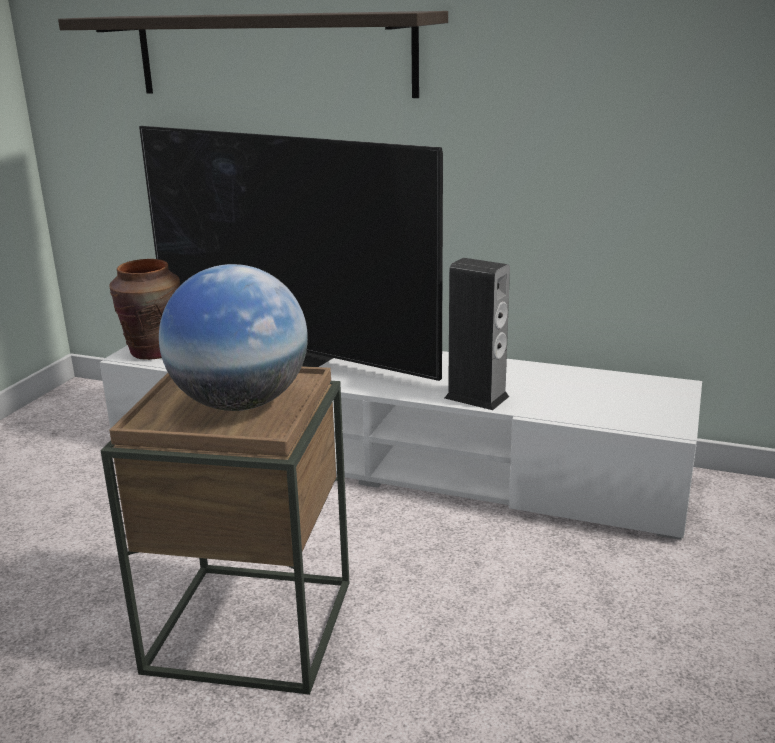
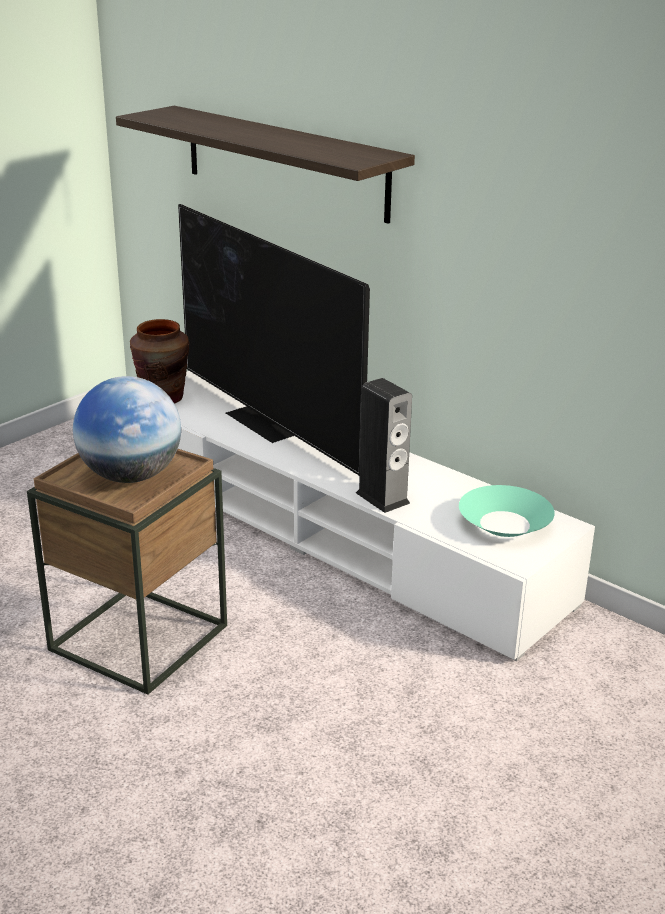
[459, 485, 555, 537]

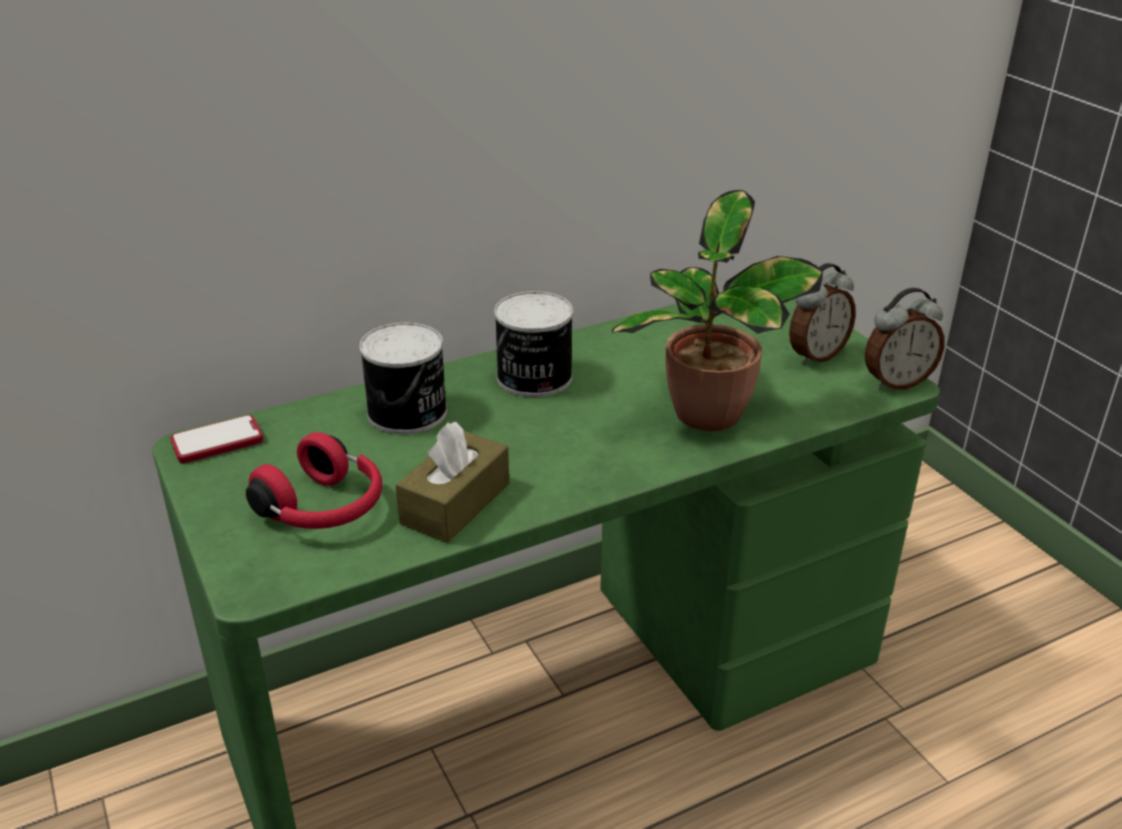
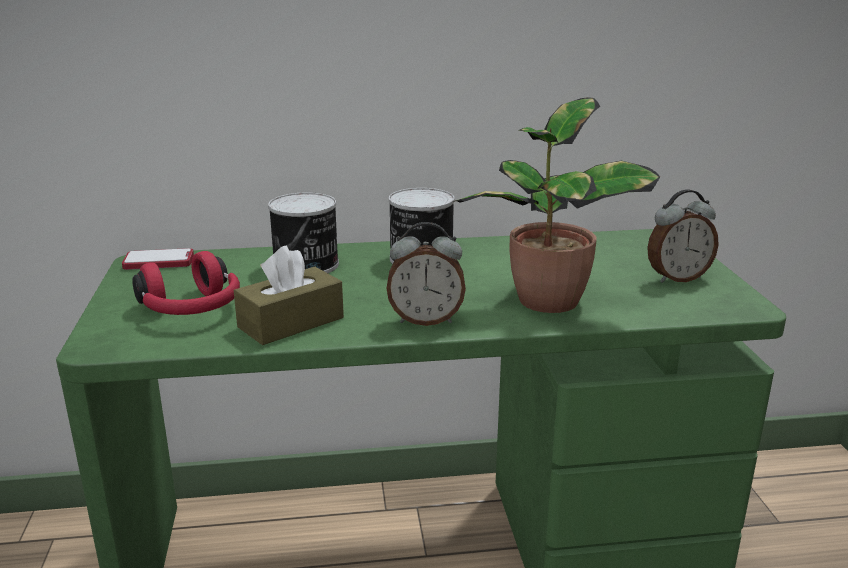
[387, 222, 466, 326]

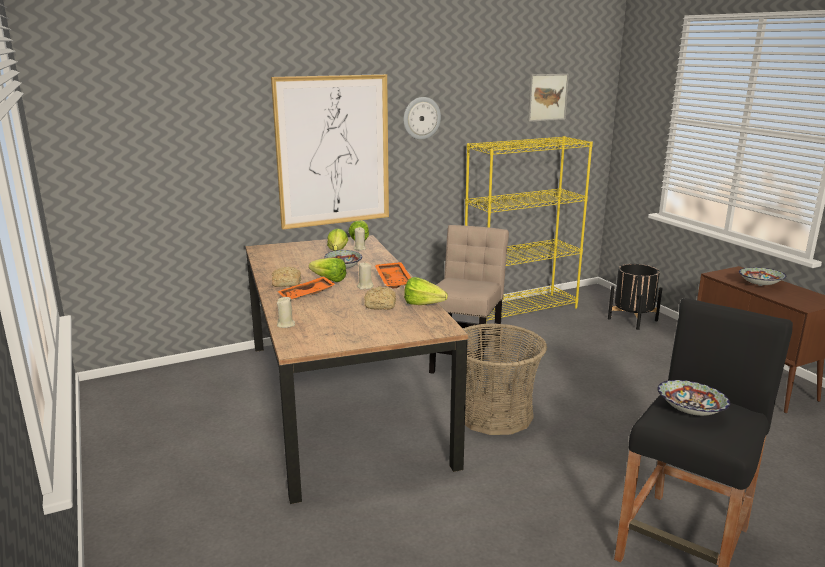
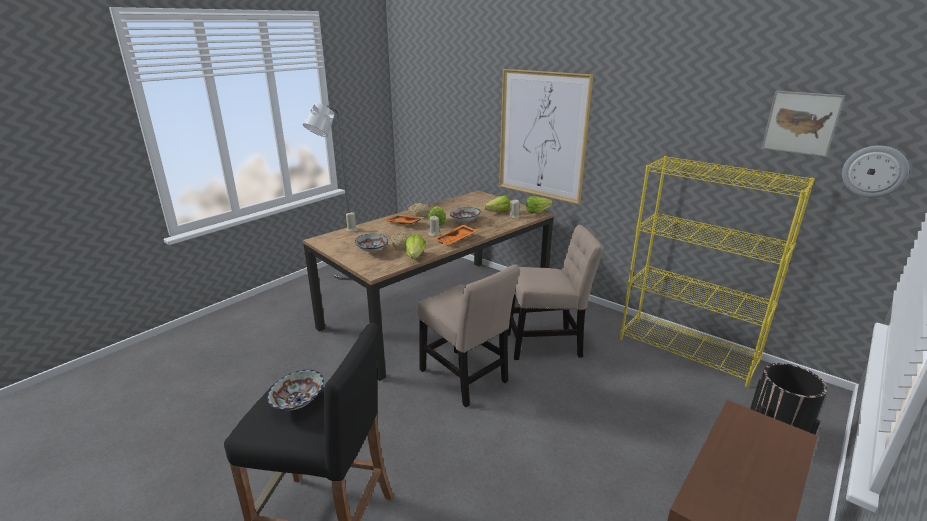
[842, 146, 909, 197]
[418, 264, 520, 408]
[355, 234, 388, 252]
[303, 103, 351, 280]

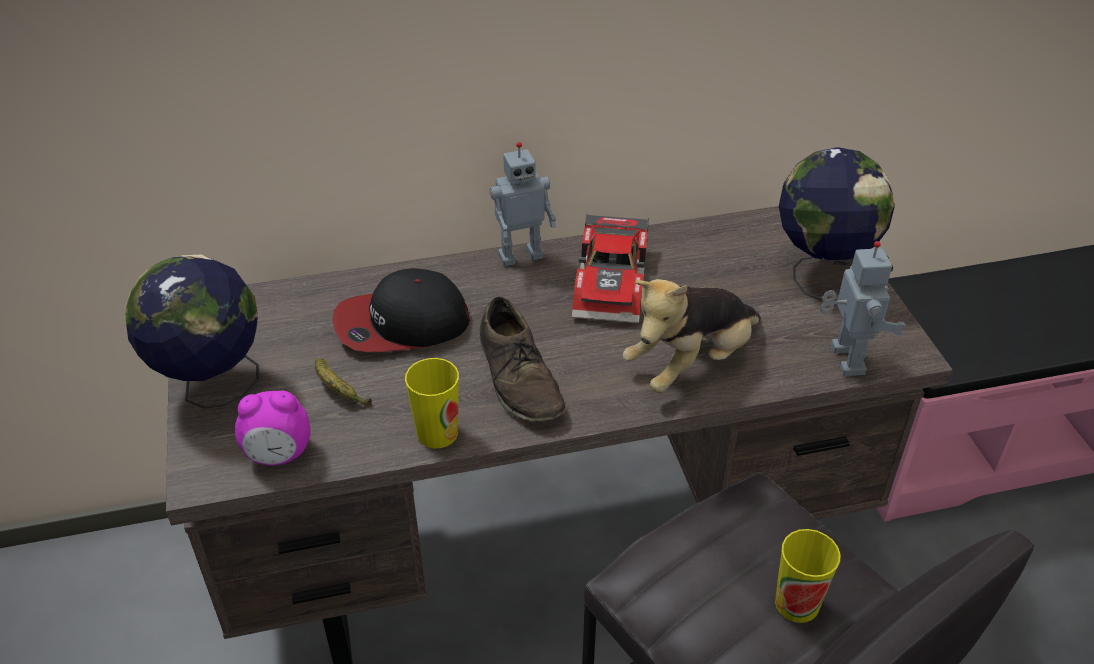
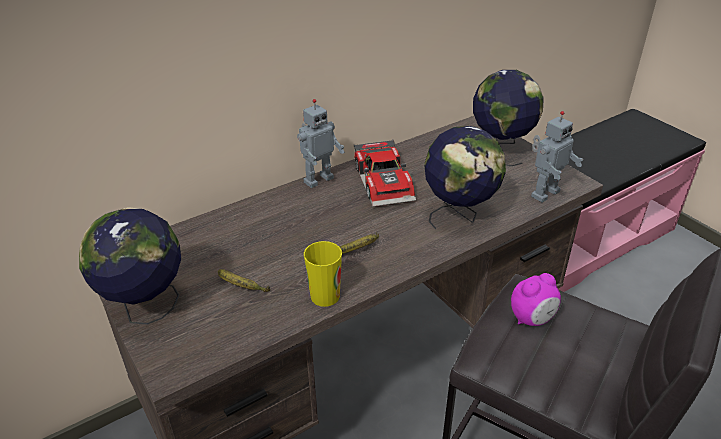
[511, 273, 561, 326]
[333, 268, 470, 352] (first image)
[340, 233, 379, 254]
[424, 126, 506, 229]
[775, 529, 841, 623] (first image)
[531, 111, 583, 202]

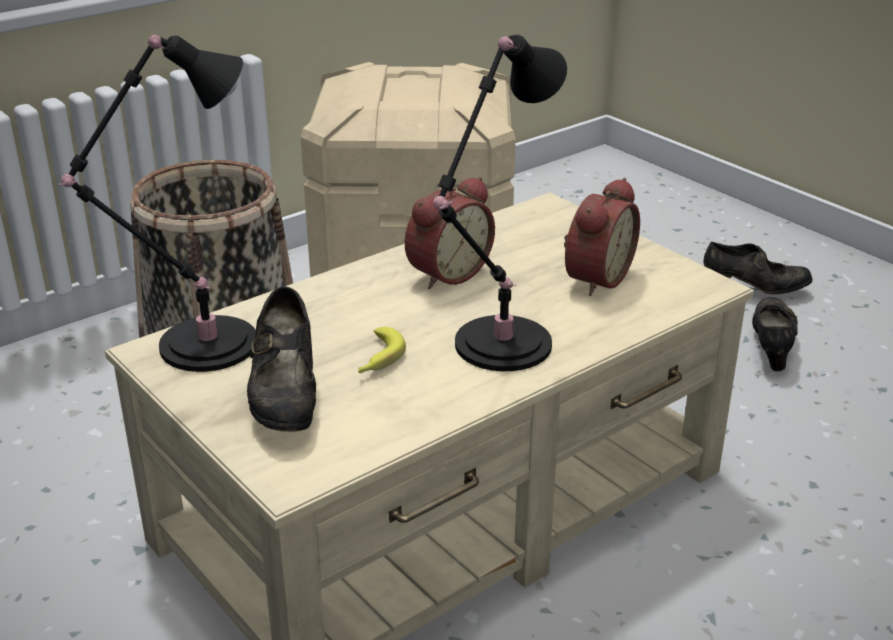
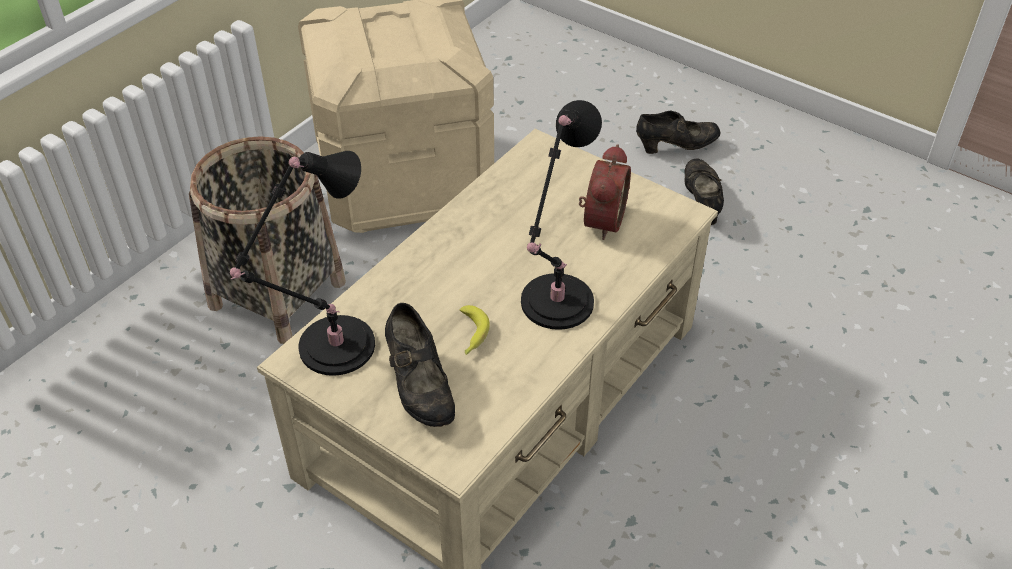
[405, 177, 495, 289] (first image)

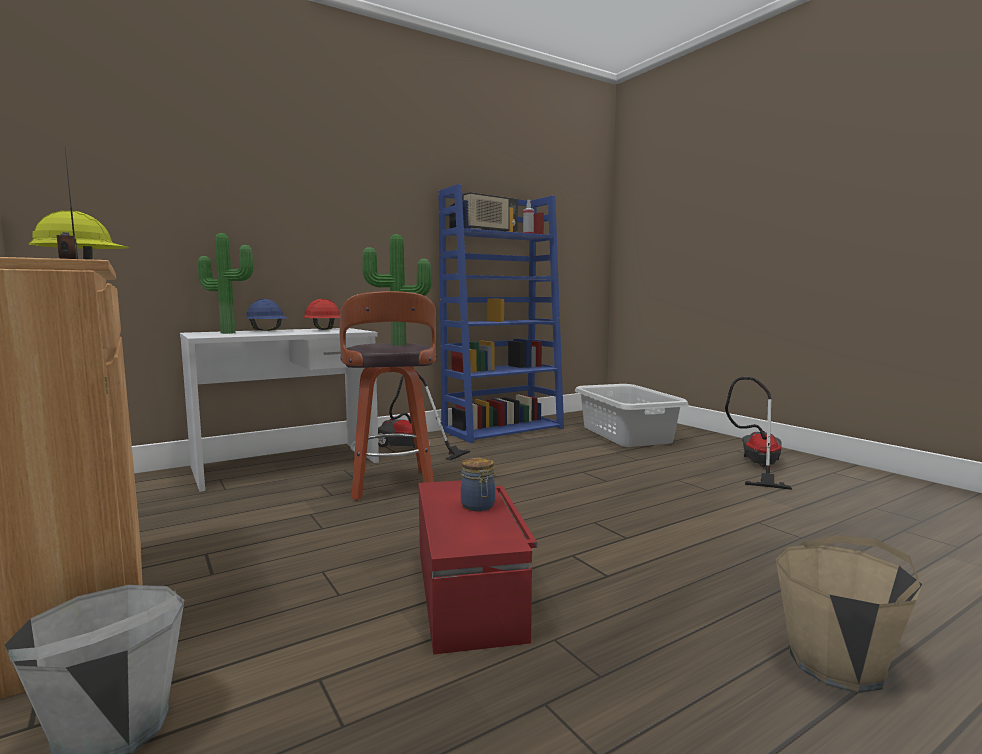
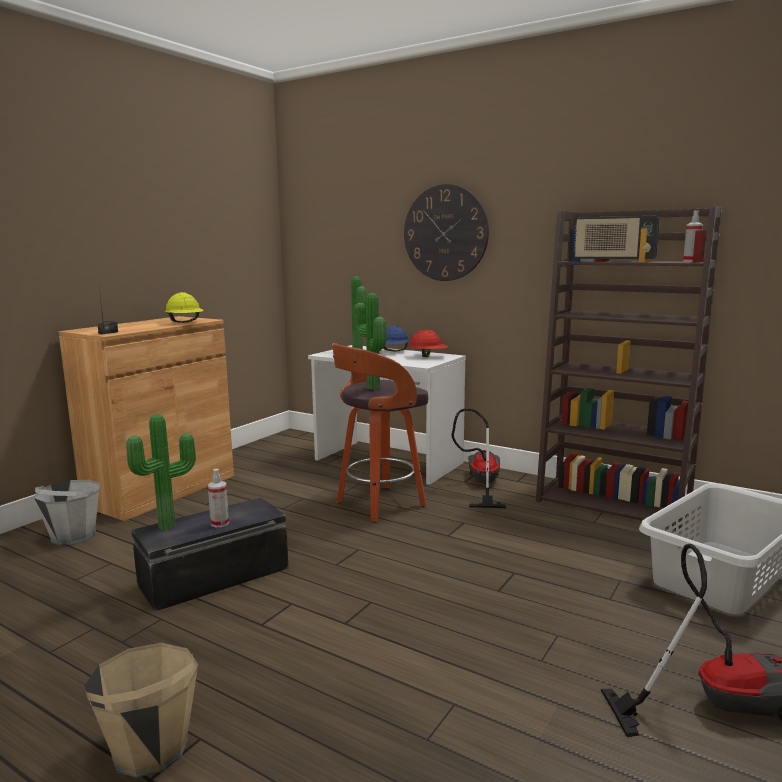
[131, 497, 288, 612]
[536, 206, 722, 531]
[208, 468, 229, 527]
[126, 414, 196, 530]
[404, 184, 489, 281]

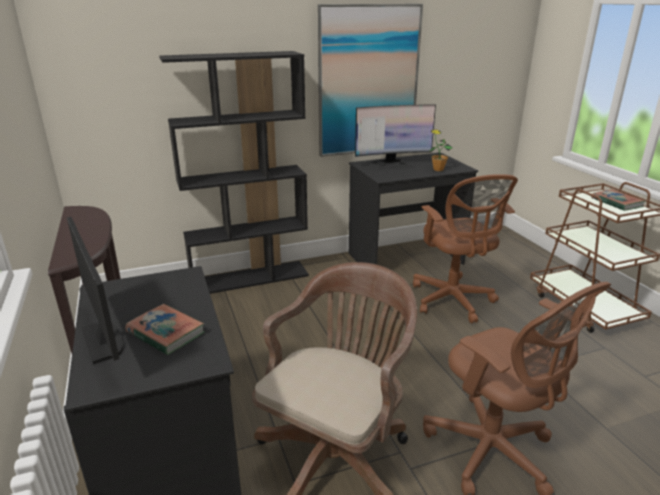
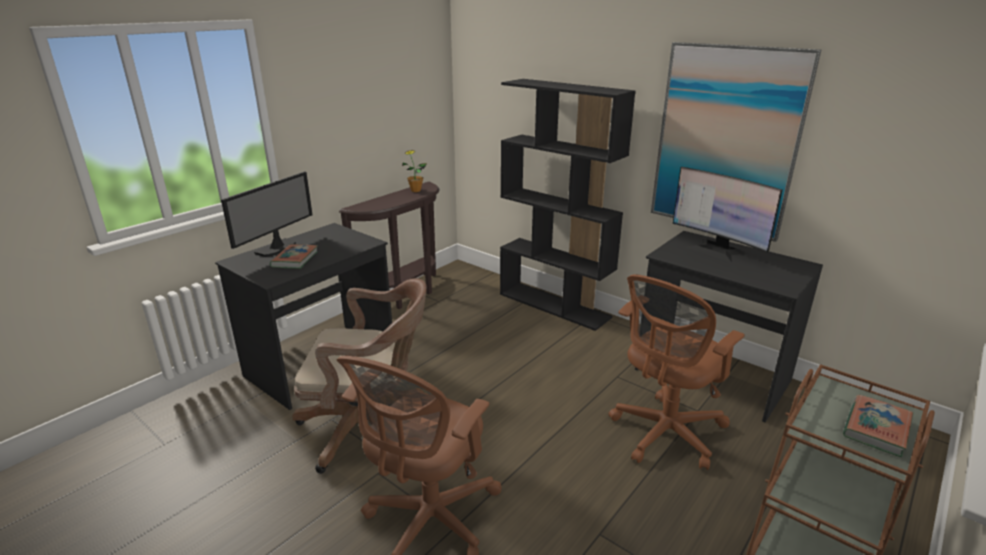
[402, 150, 427, 192]

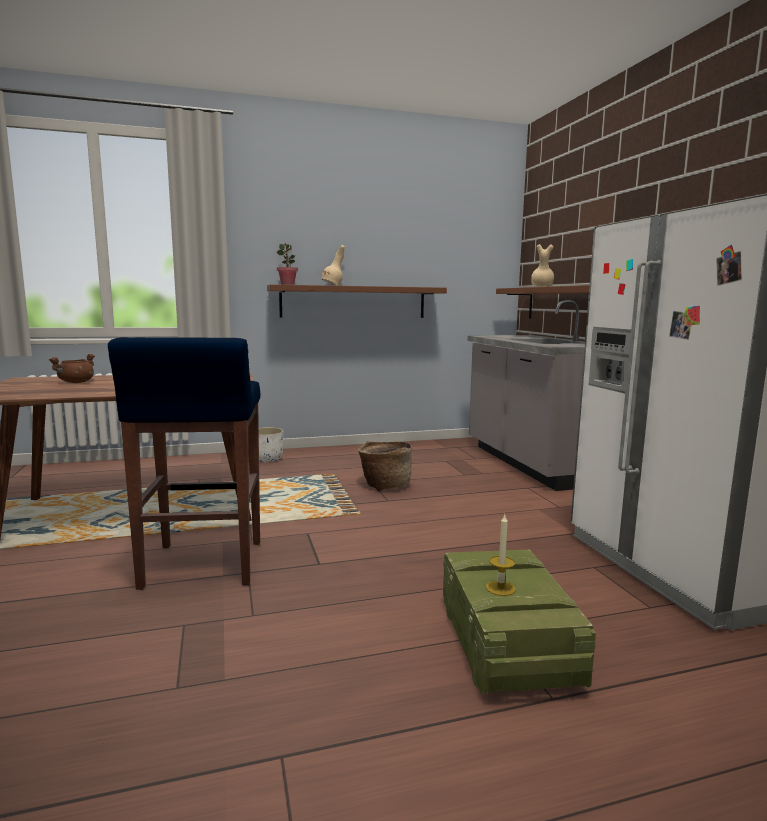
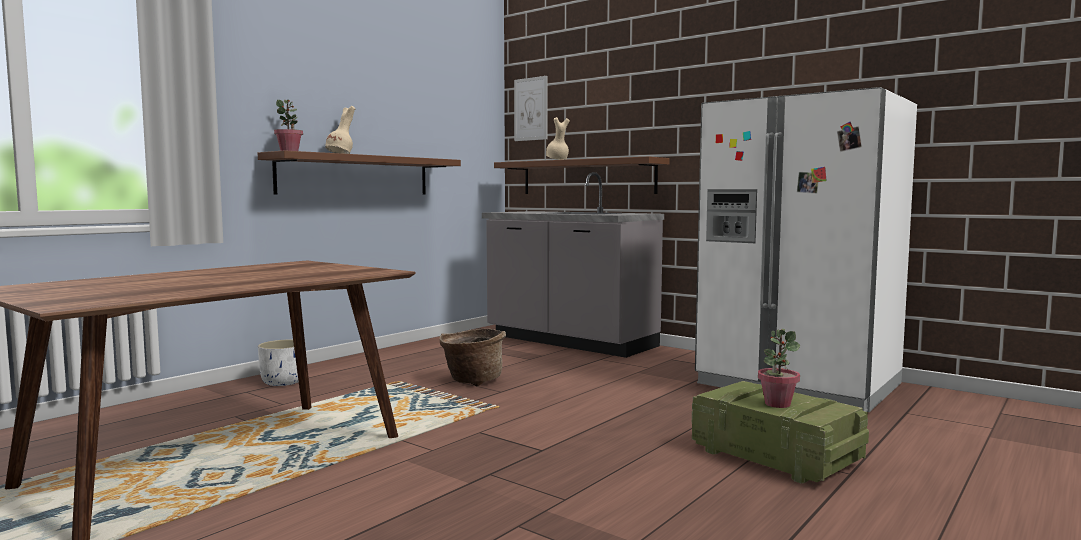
[49, 354, 95, 383] (first image)
[108, 337, 260, 590] (first image)
[758, 329, 800, 408]
[514, 76, 547, 141]

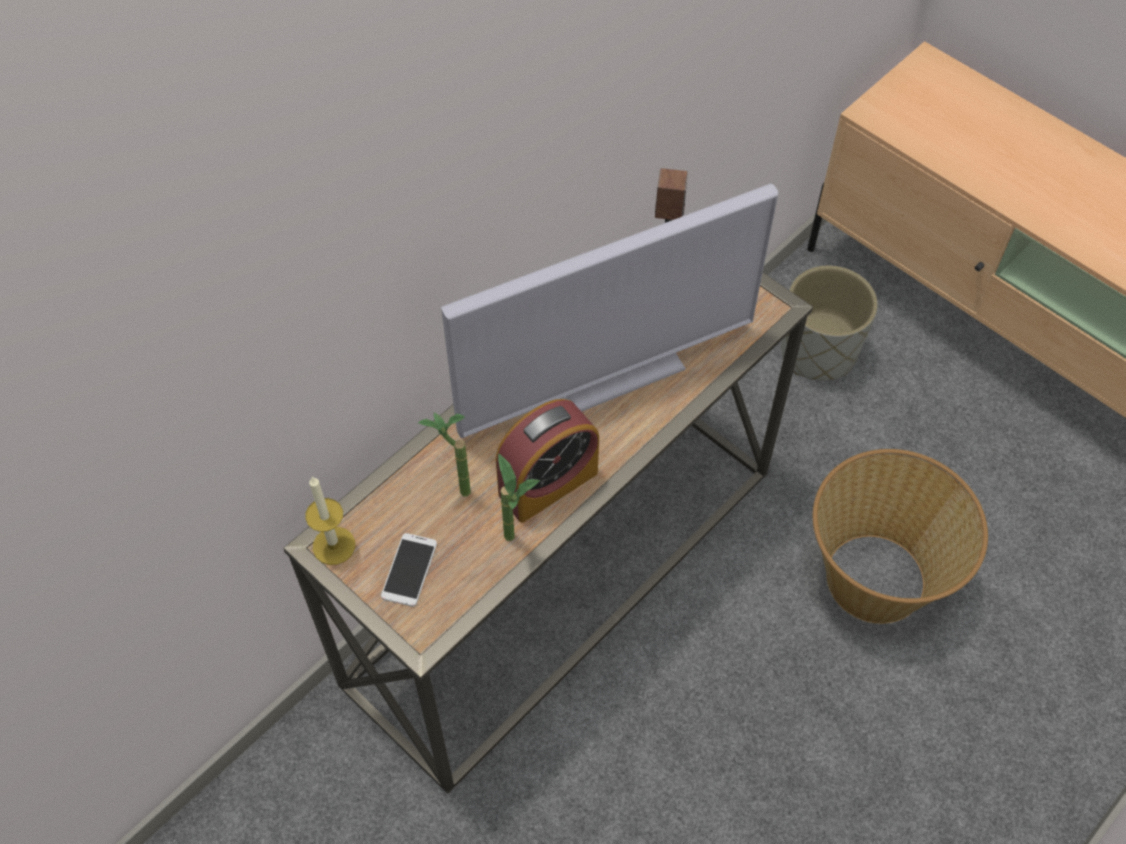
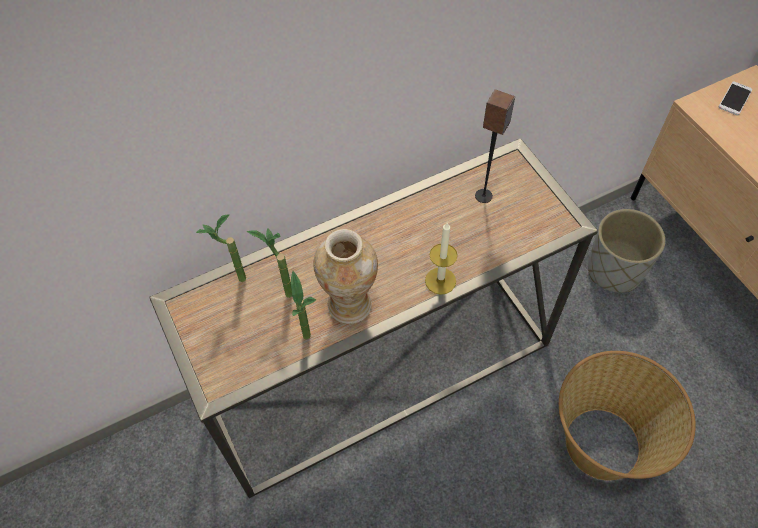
[425, 223, 458, 295]
[719, 82, 752, 115]
[441, 184, 778, 438] (first image)
[313, 229, 378, 324]
[196, 215, 246, 282]

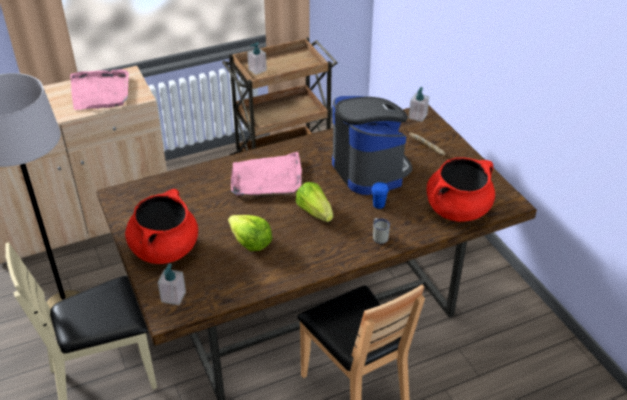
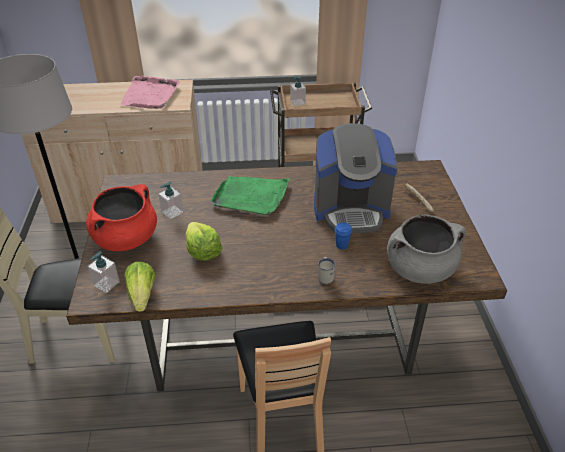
[210, 176, 290, 216]
[124, 262, 156, 312]
[314, 123, 397, 233]
[158, 181, 184, 219]
[387, 215, 466, 284]

